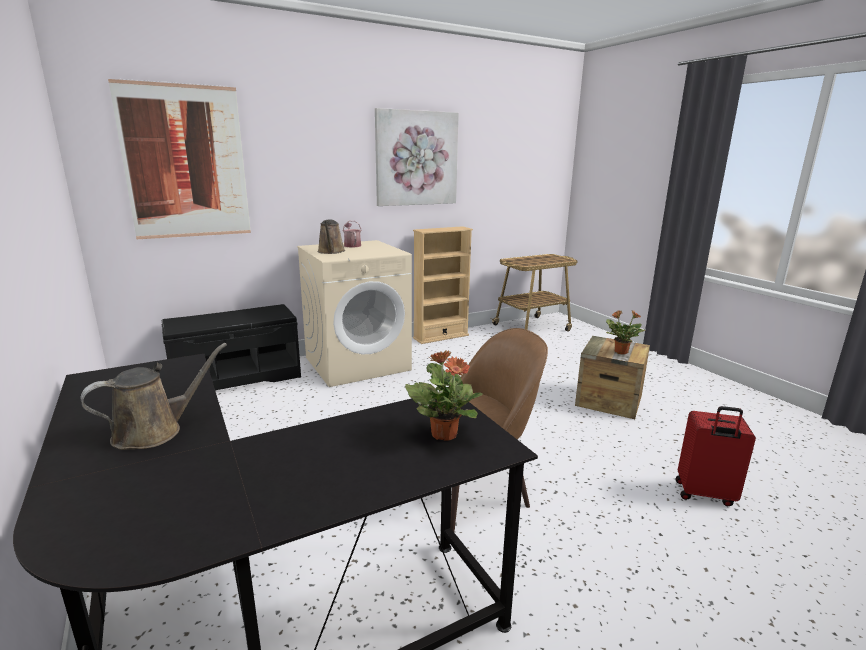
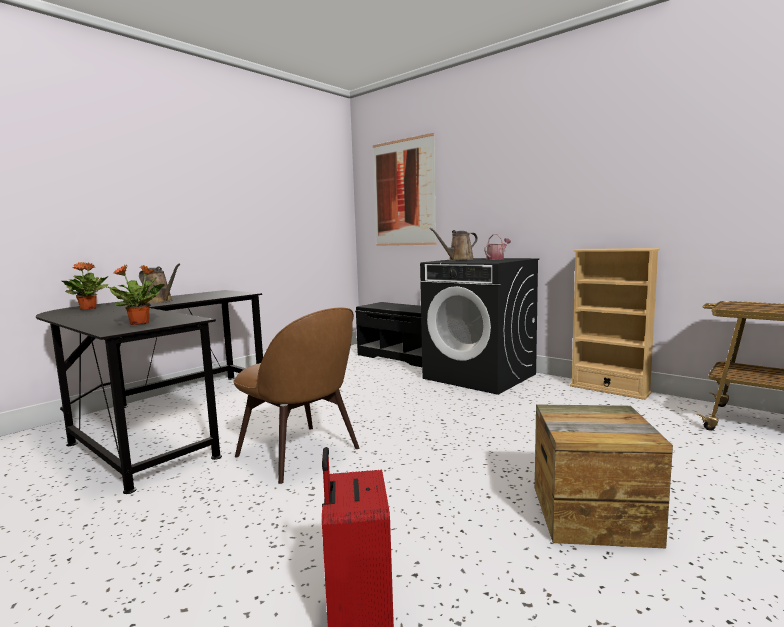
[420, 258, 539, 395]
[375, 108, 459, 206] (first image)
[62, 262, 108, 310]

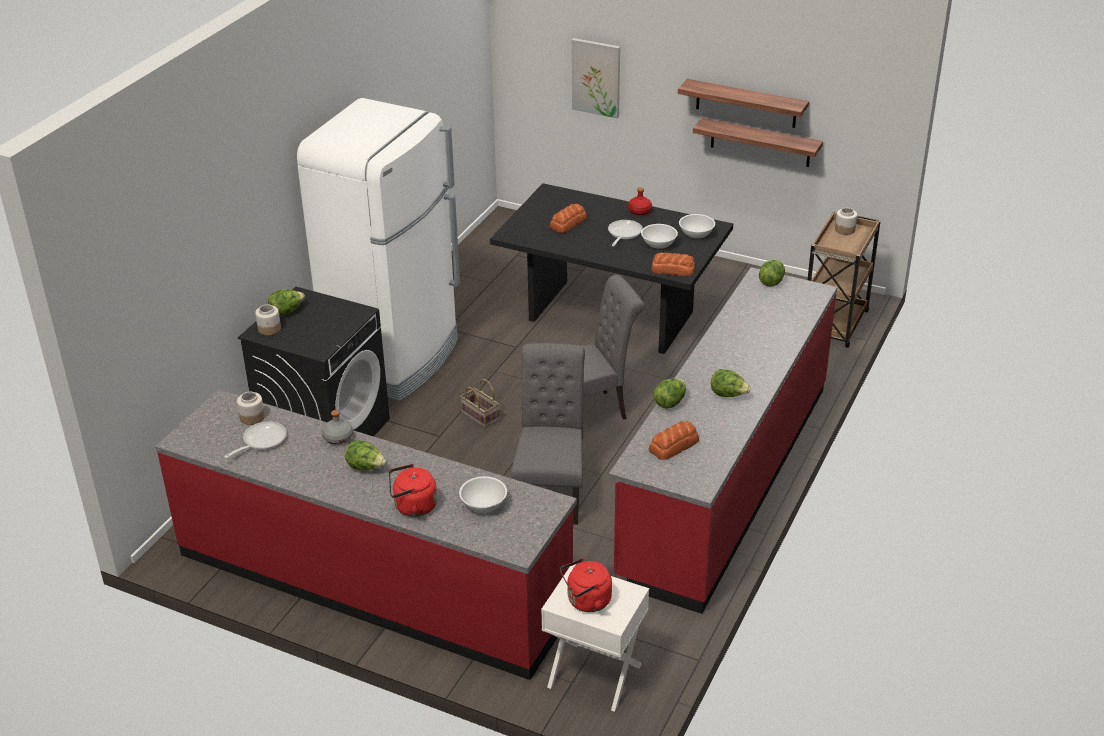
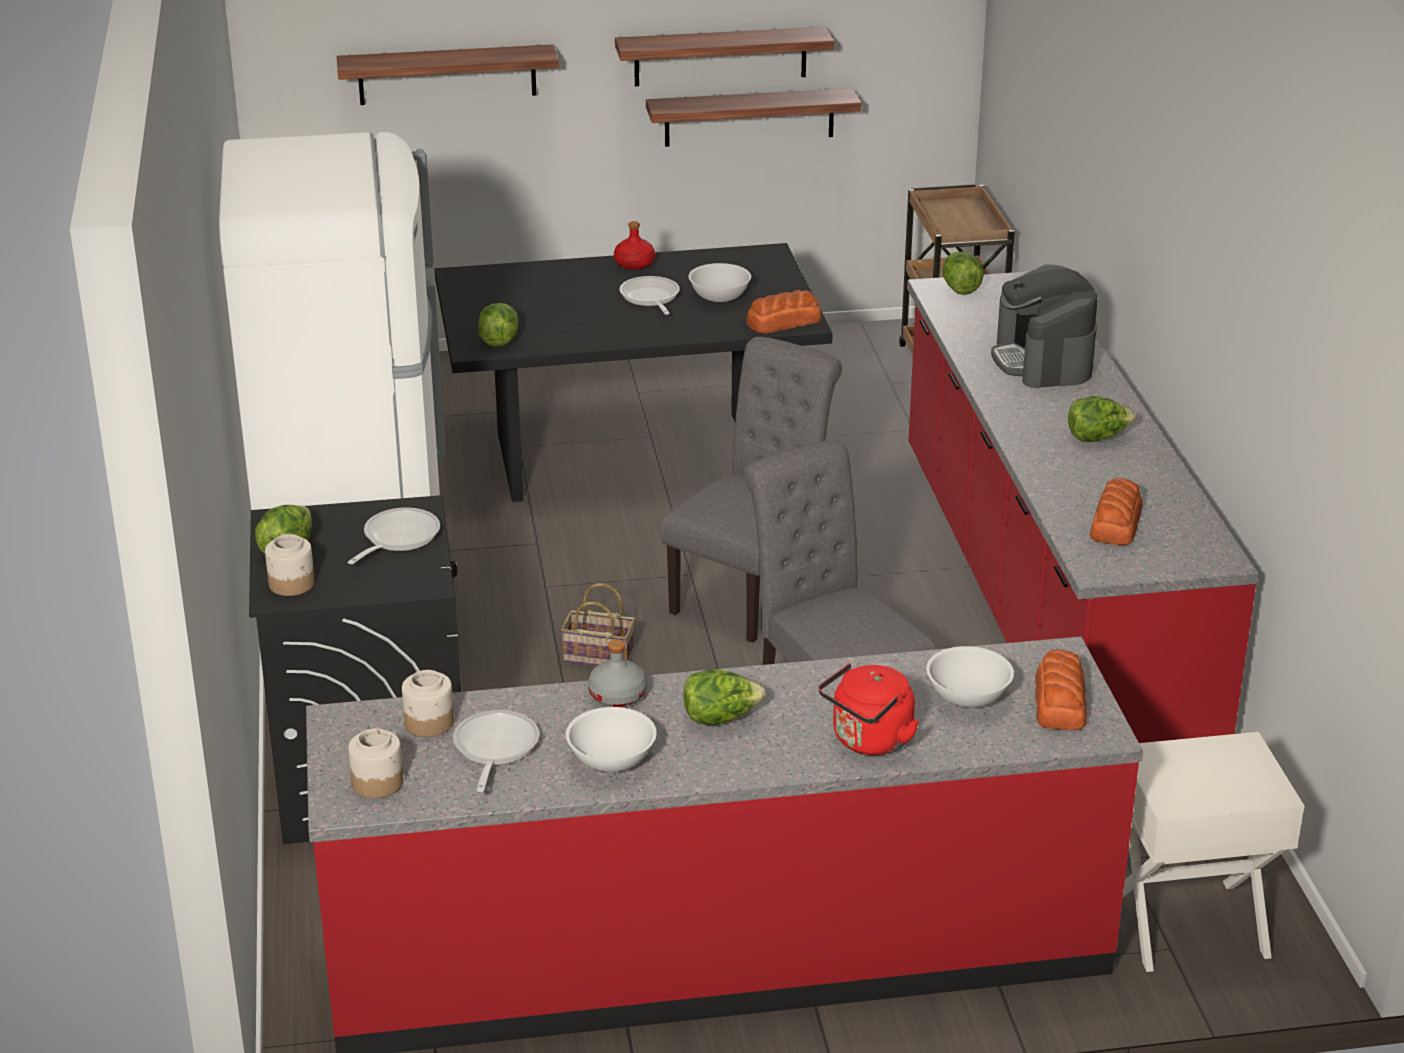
[1035, 650, 1087, 731]
[560, 558, 612, 612] (first image)
[337, 44, 559, 105]
[478, 303, 519, 347]
[566, 707, 657, 772]
[348, 728, 403, 798]
[348, 508, 440, 564]
[991, 264, 1098, 388]

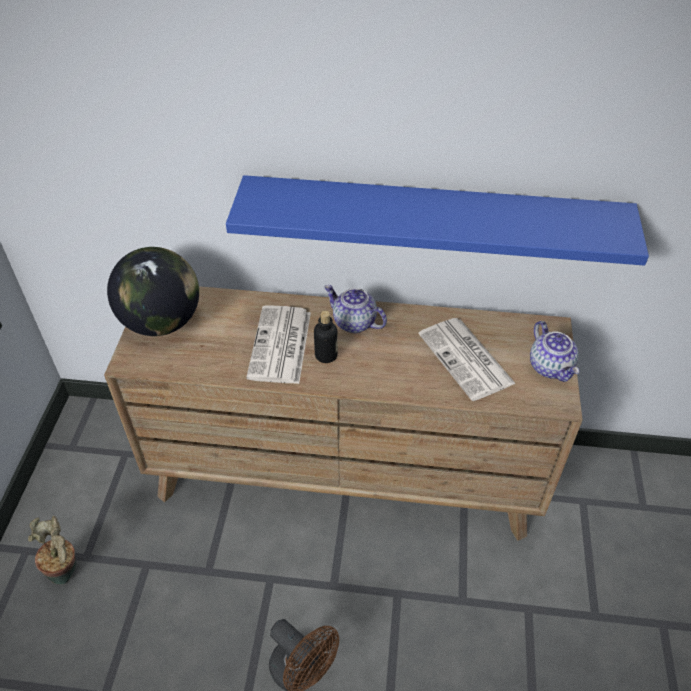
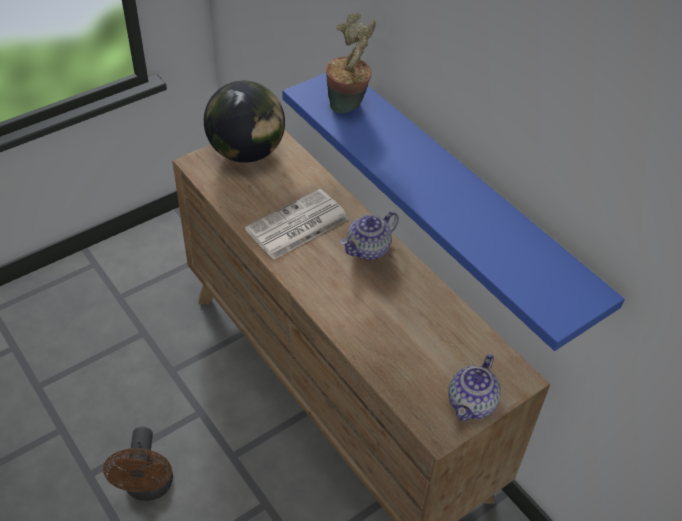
[326, 13, 376, 113]
[314, 311, 338, 363] (first image)
[340, 211, 399, 260]
[419, 318, 516, 401] (first image)

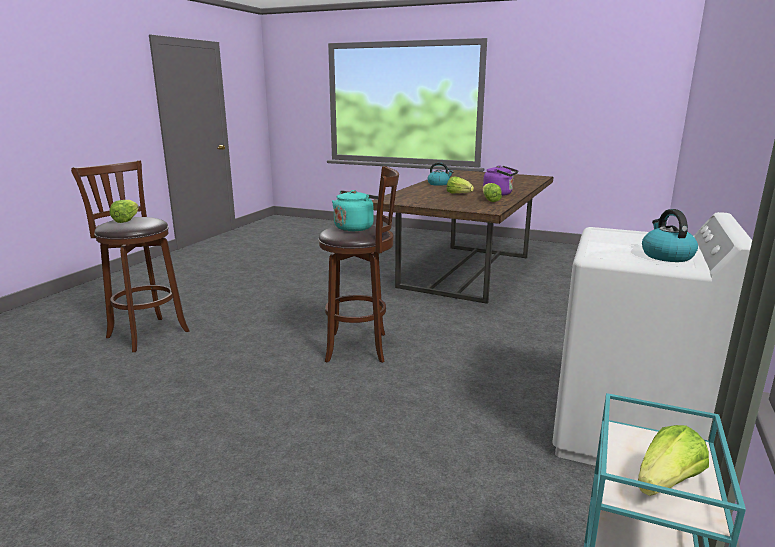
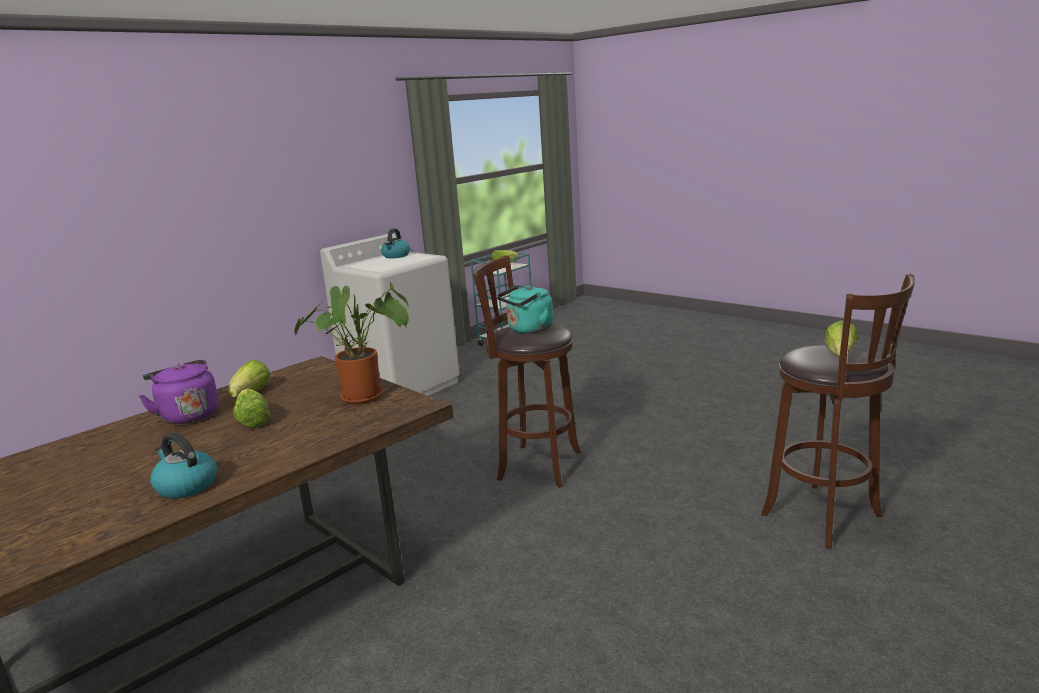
[294, 282, 409, 405]

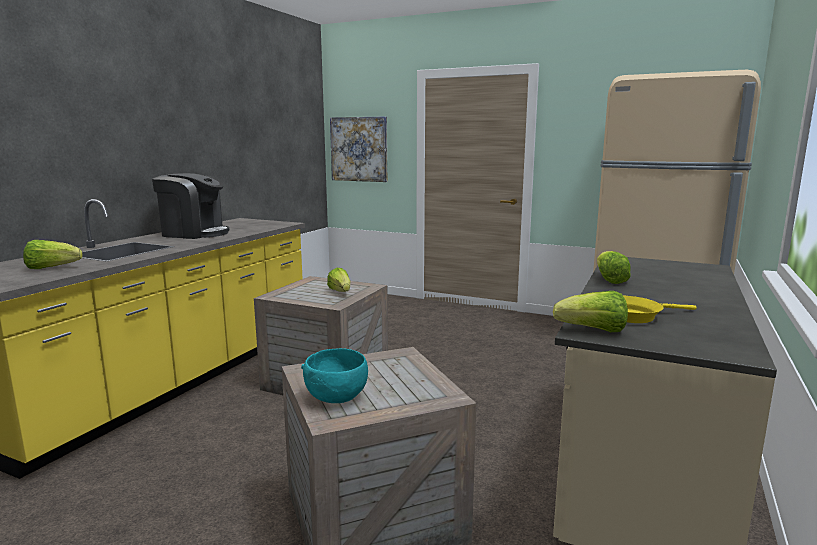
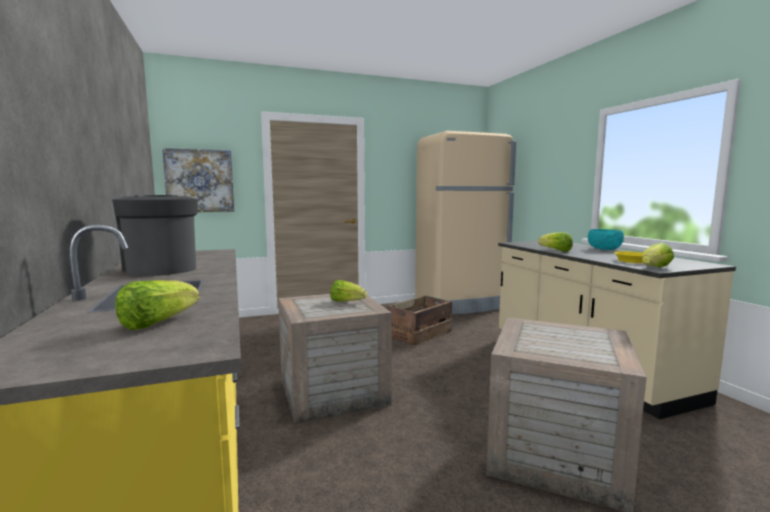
[112, 195, 198, 276]
[588, 229, 624, 250]
[388, 296, 452, 346]

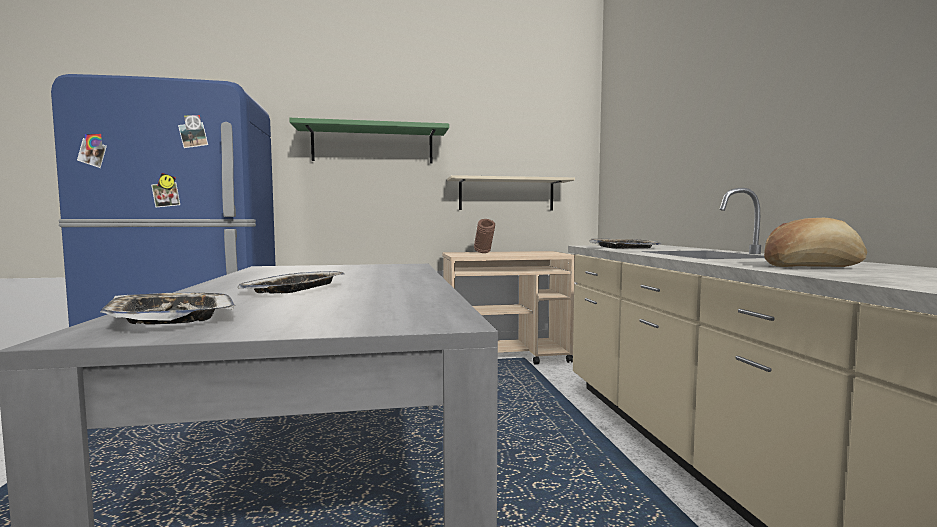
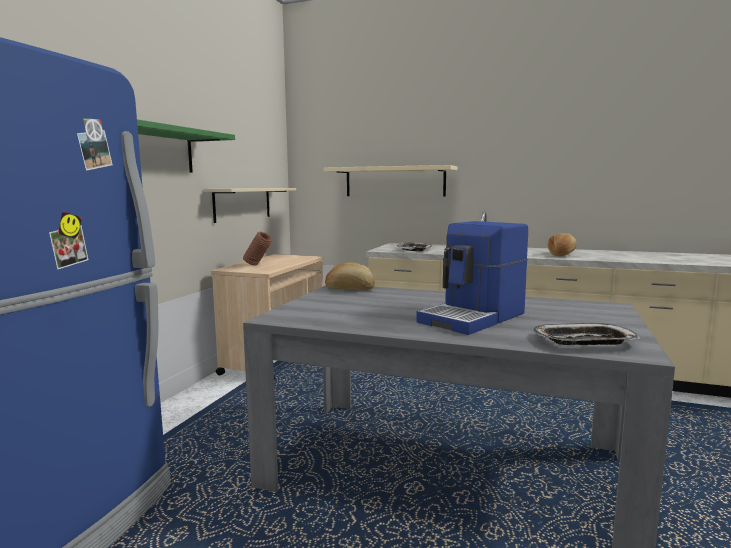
[416, 221, 528, 335]
[324, 165, 457, 196]
[325, 262, 375, 290]

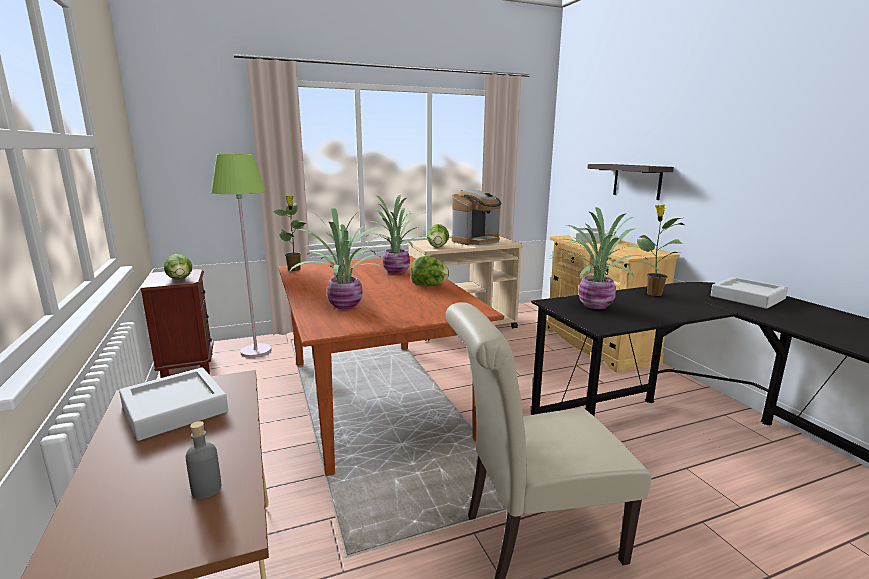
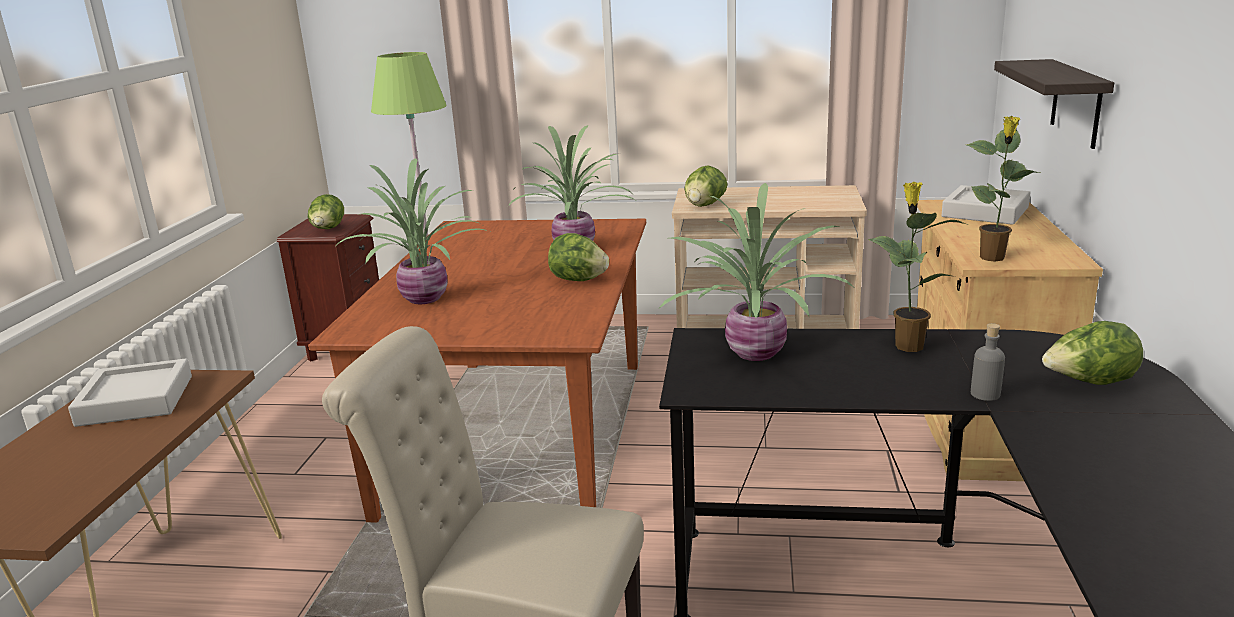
[971, 323, 1005, 401]
[967, 116, 1040, 261]
[452, 189, 501, 245] (first image)
[1042, 321, 1143, 385]

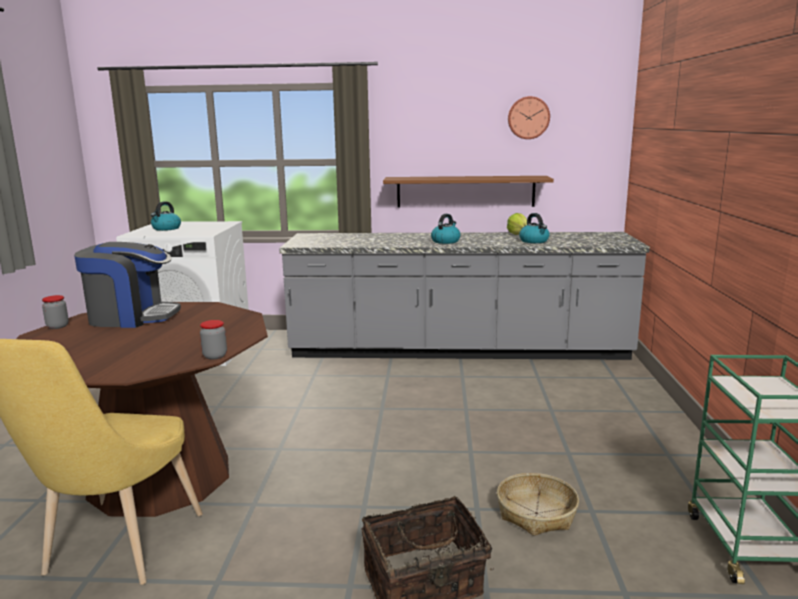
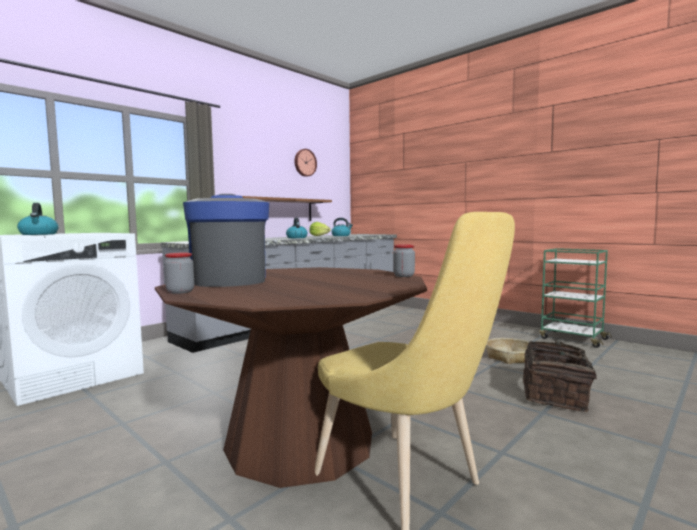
[183, 194, 269, 287]

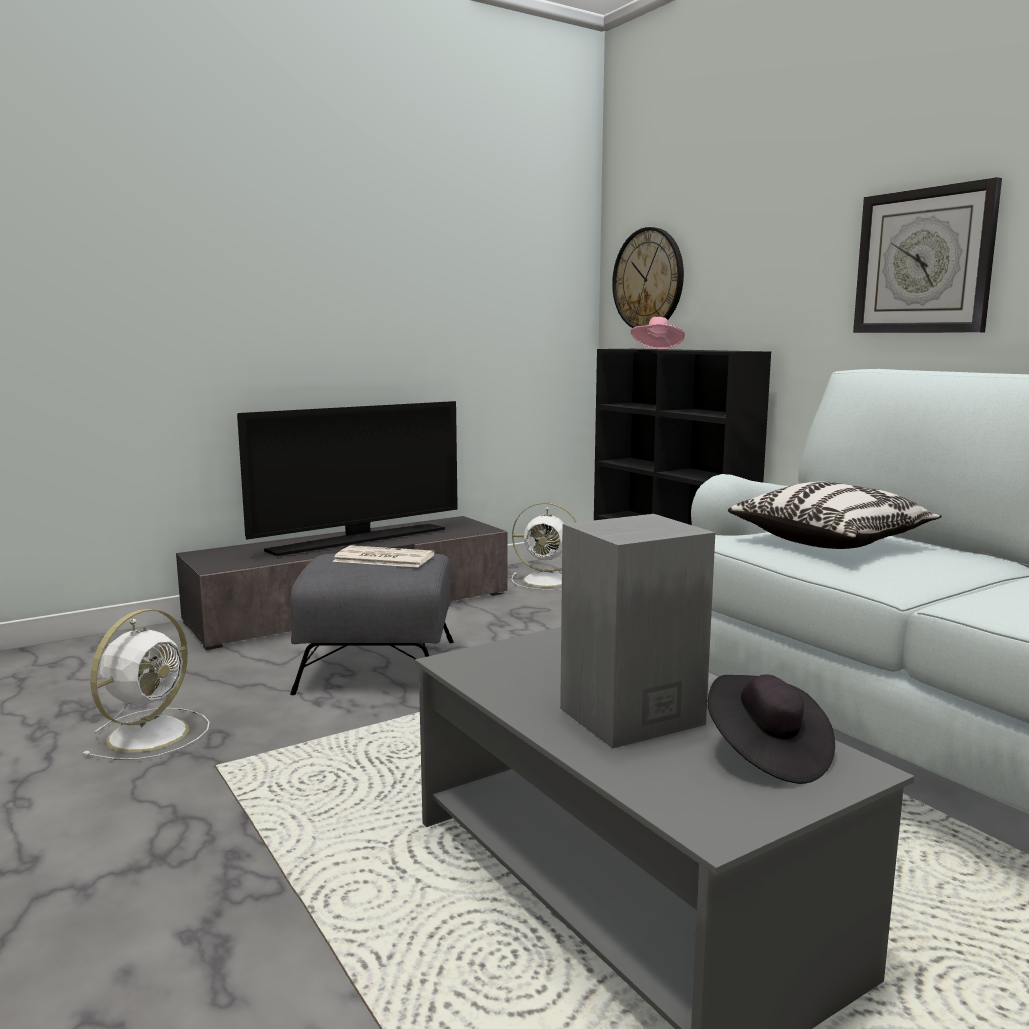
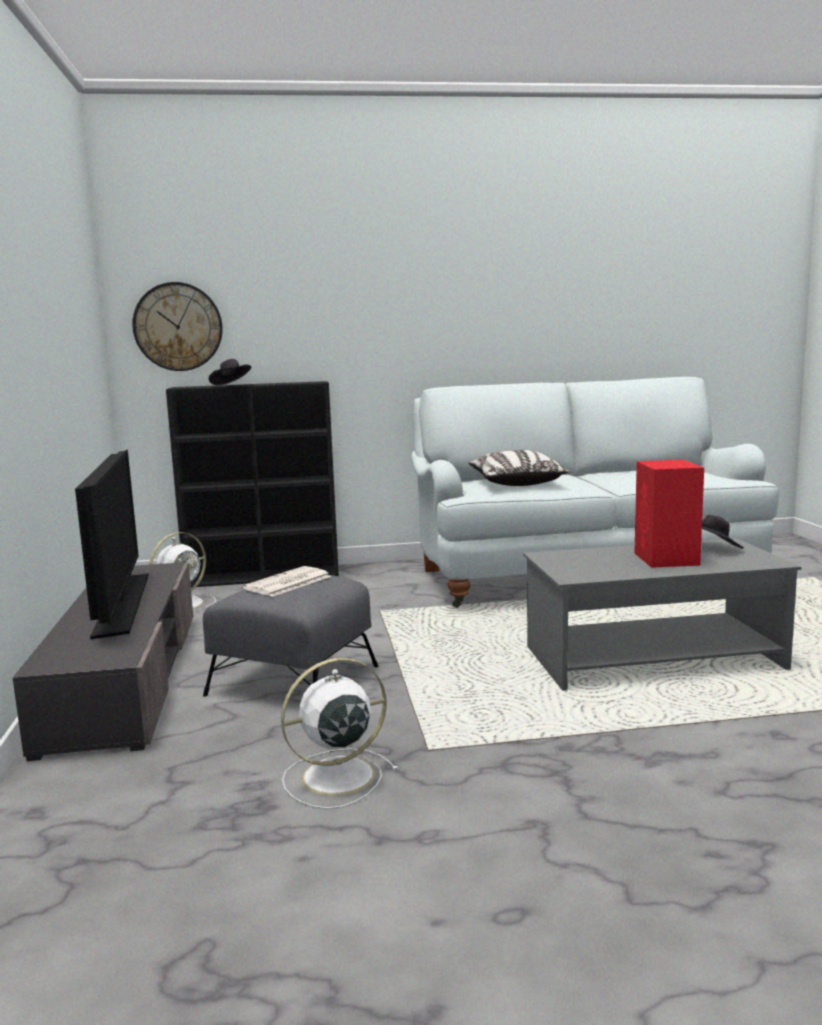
[281, 658, 399, 809]
[634, 460, 704, 568]
[209, 359, 251, 385]
[853, 177, 1002, 333] (first image)

